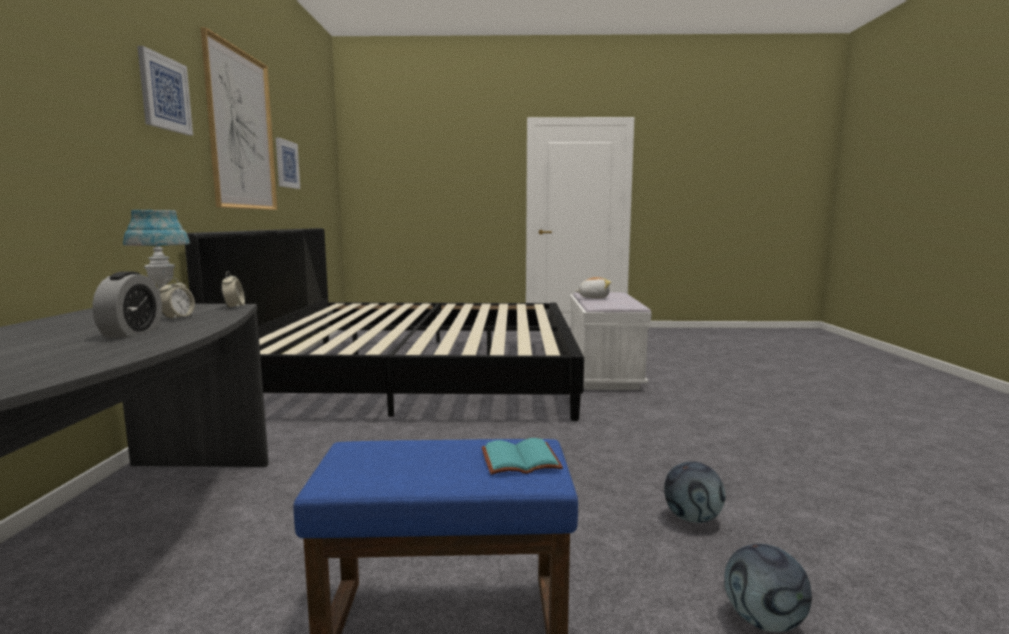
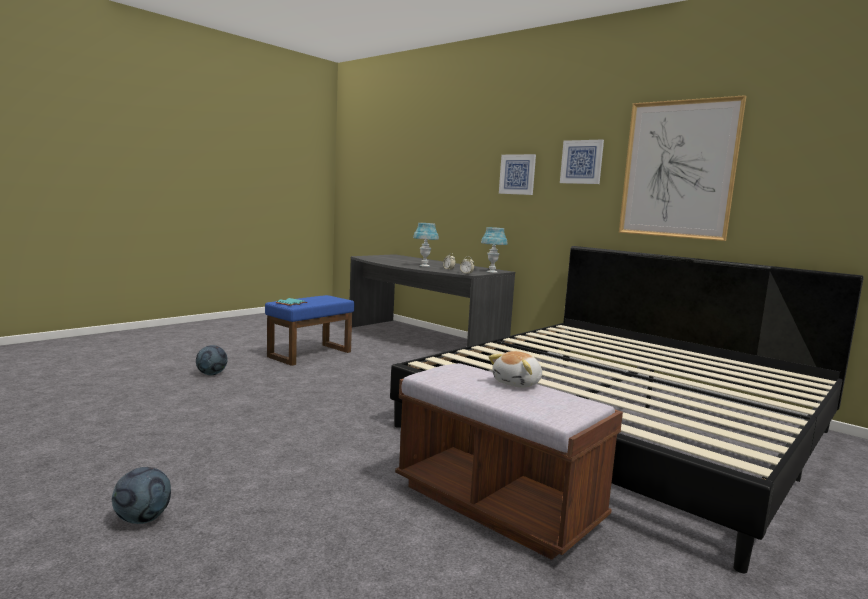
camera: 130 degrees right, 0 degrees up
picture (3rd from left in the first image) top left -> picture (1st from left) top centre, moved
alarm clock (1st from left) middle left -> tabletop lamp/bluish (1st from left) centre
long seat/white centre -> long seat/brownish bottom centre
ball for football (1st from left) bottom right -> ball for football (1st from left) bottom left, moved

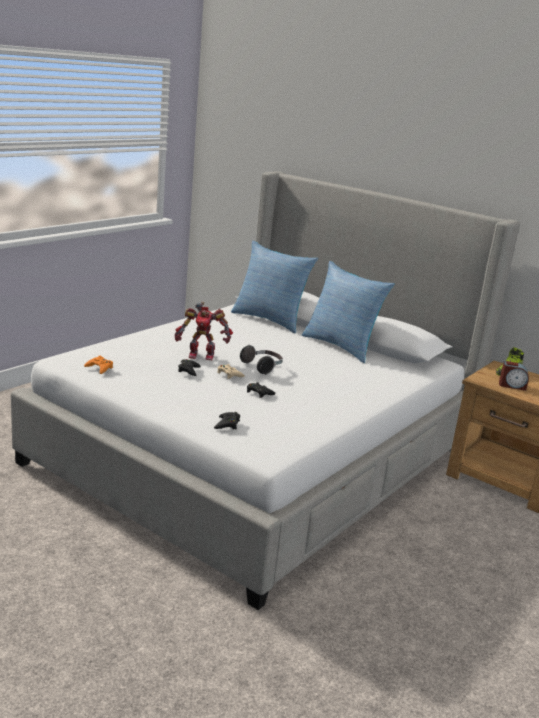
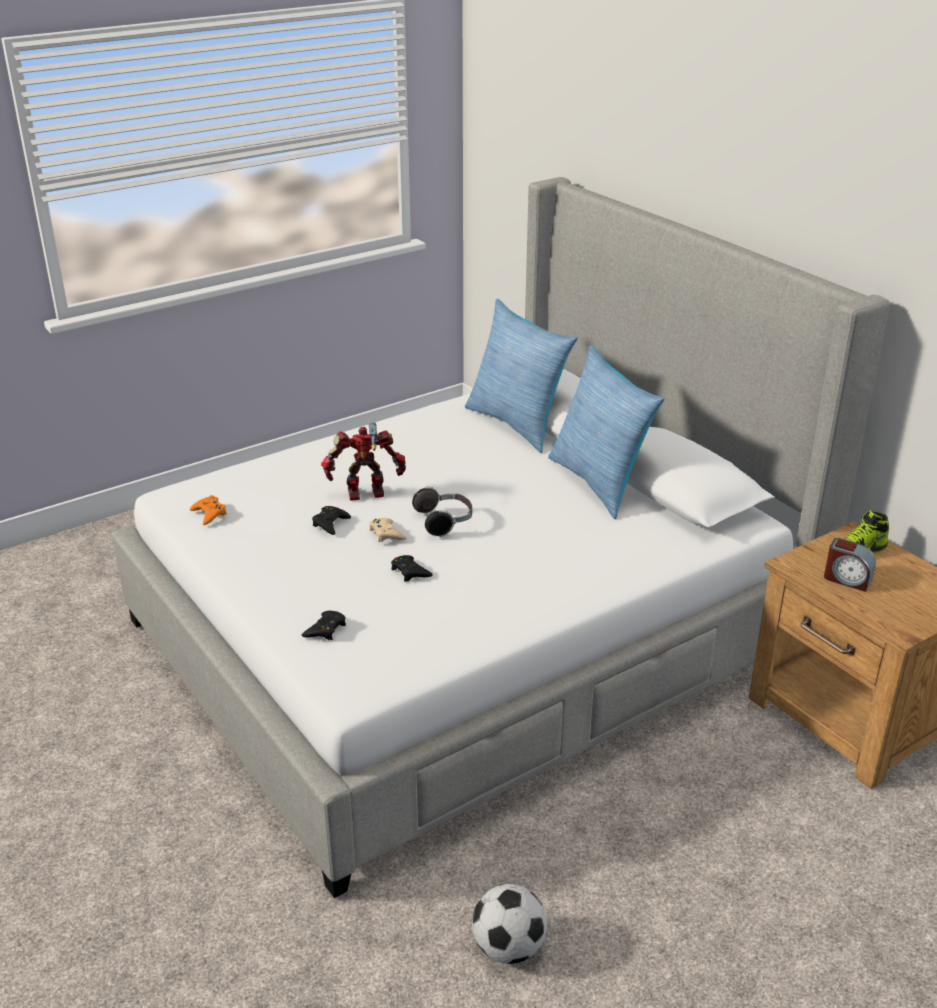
camera: 20 degrees right, 10 degrees up
toy robot centre, 150 degrees clockwise
none -> ball for football bottom centre

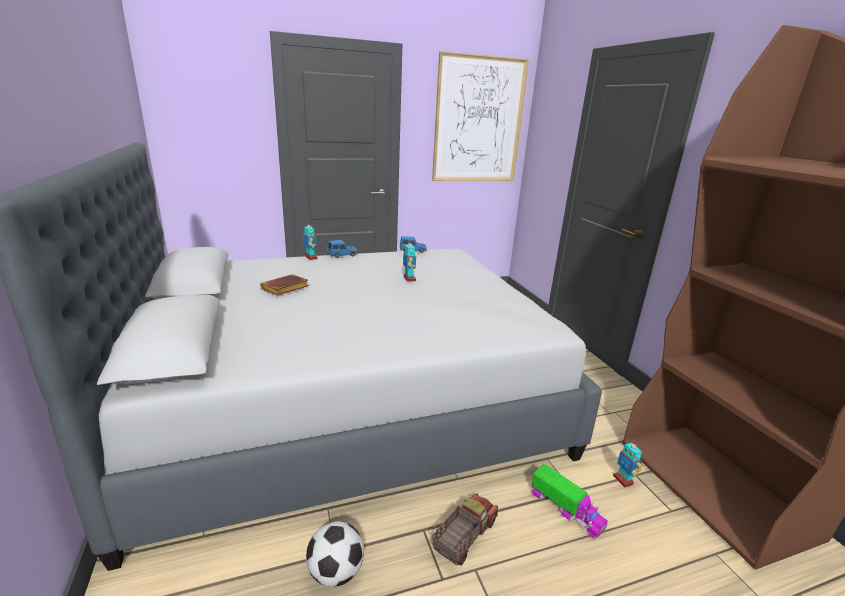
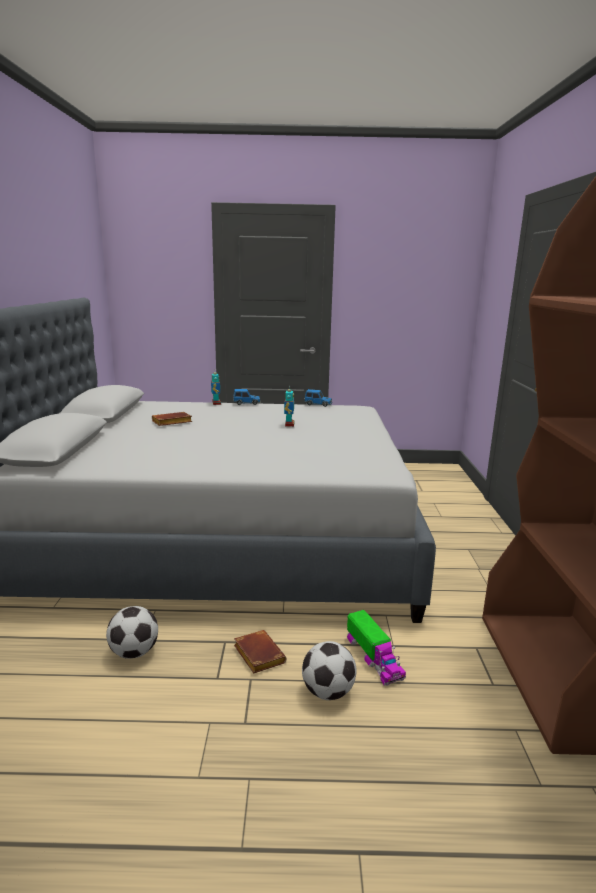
camera: 20 degrees right, 5 degrees down
picture top centre -> none
toy robot (3rd from left) bottom right -> none
toy lorry (1st from left) bottom centre -> bound book/brownish (2nd from left) bottom centre
none -> ball for football (2nd from left) bottom centre

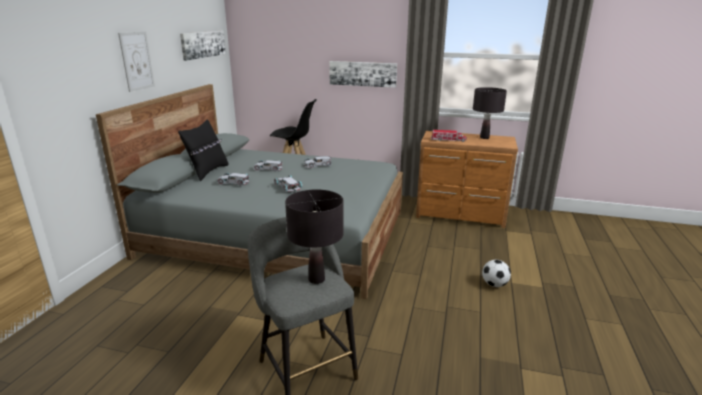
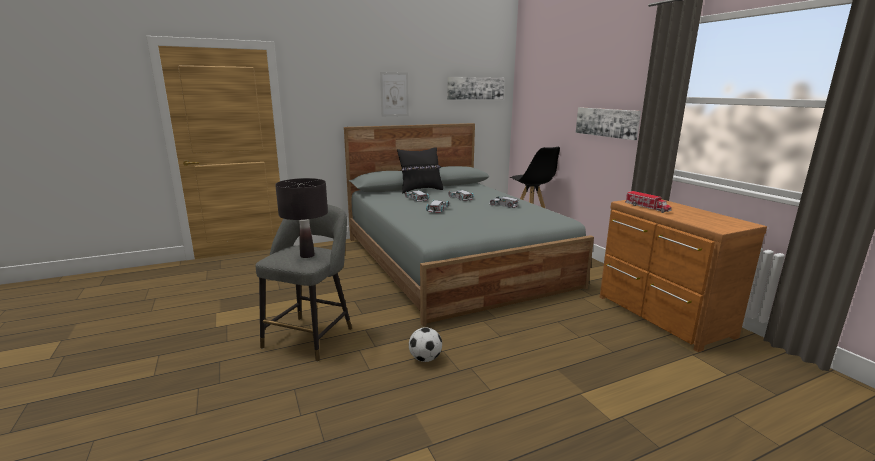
camera: 50 degrees right, 5 degrees down
tabletop lamp/black (2nd from left) top right -> none
ball for football bottom right -> ball for football bottom centre, moved

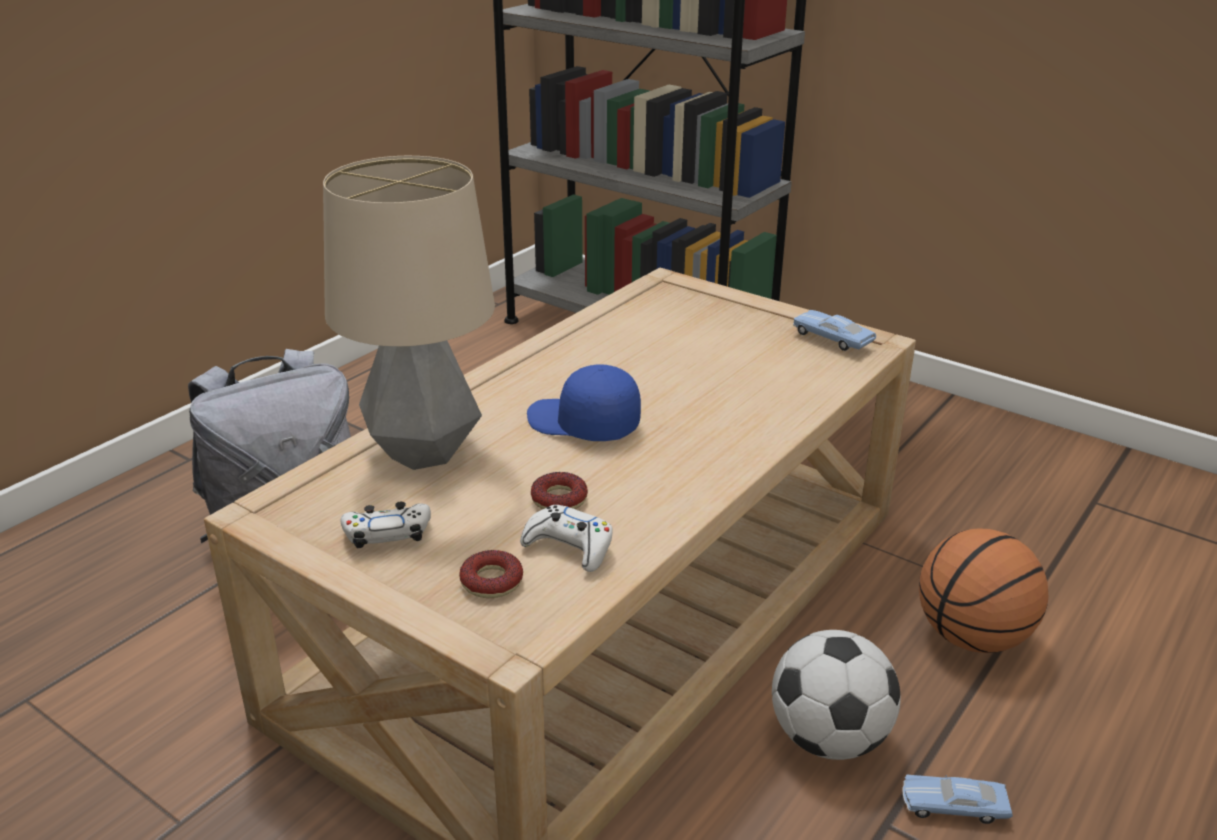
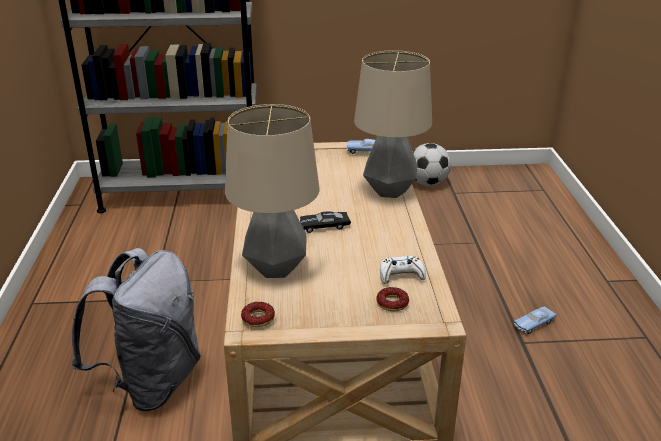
camera: 40 degrees left, 0 degrees up
baseball cap/bluish centre -> model car/black centre
doughnut (2nd from left in the first image) centre -> doughnut (1st from left) bottom centre, moved
gamepad/white (1st from left) middle left -> none
ball for basketball bottom right -> none
ball for football bottom right -> ball for football centre, moved
none -> tabletop lamp (2nd from left) top centre

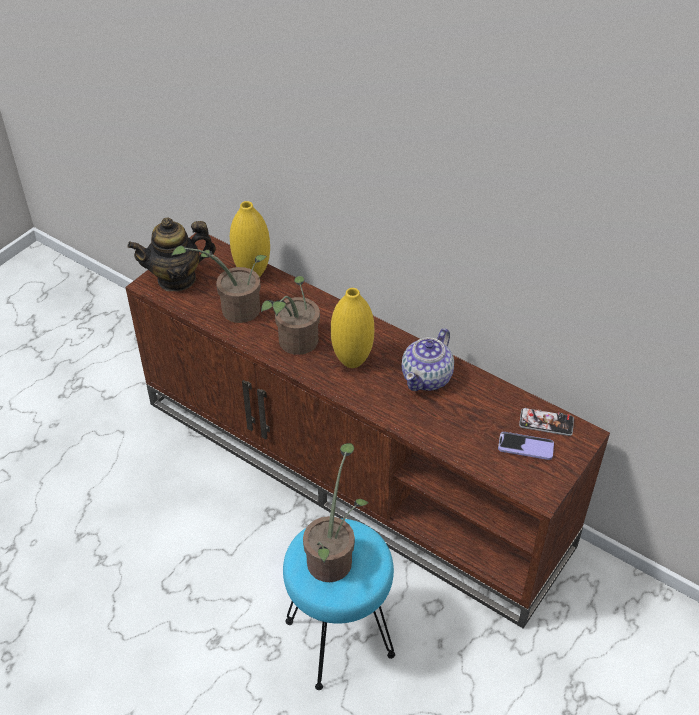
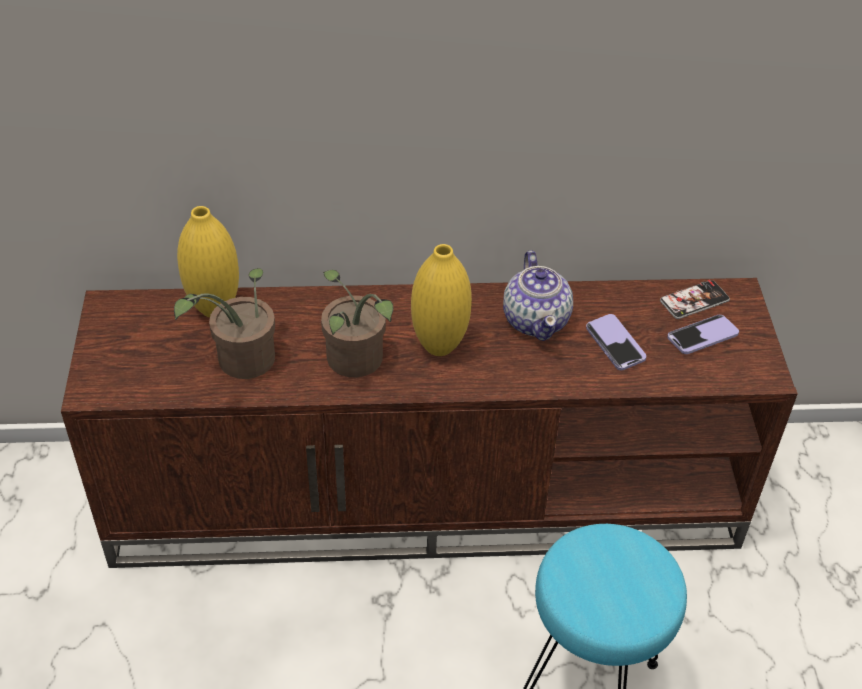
camera: 40 degrees left, 0 degrees up
tea pot (1st from left) middle left -> none
plant in a pot (3rd from left) bottom centre -> none
none -> telephone (1st from left) middle right

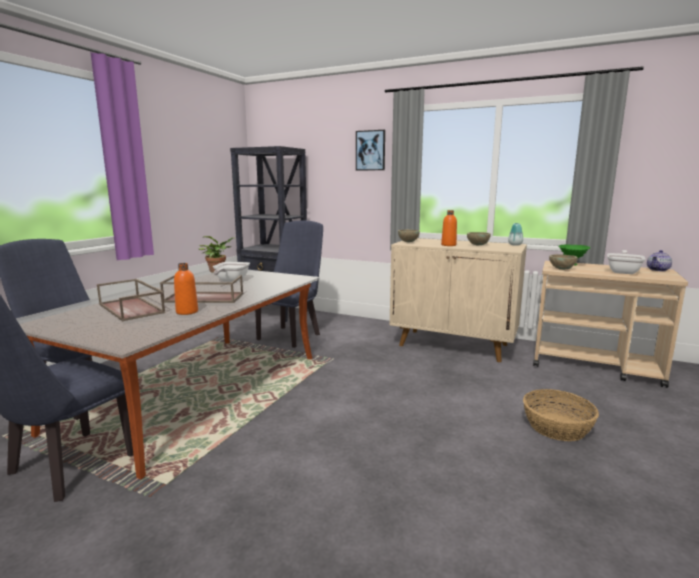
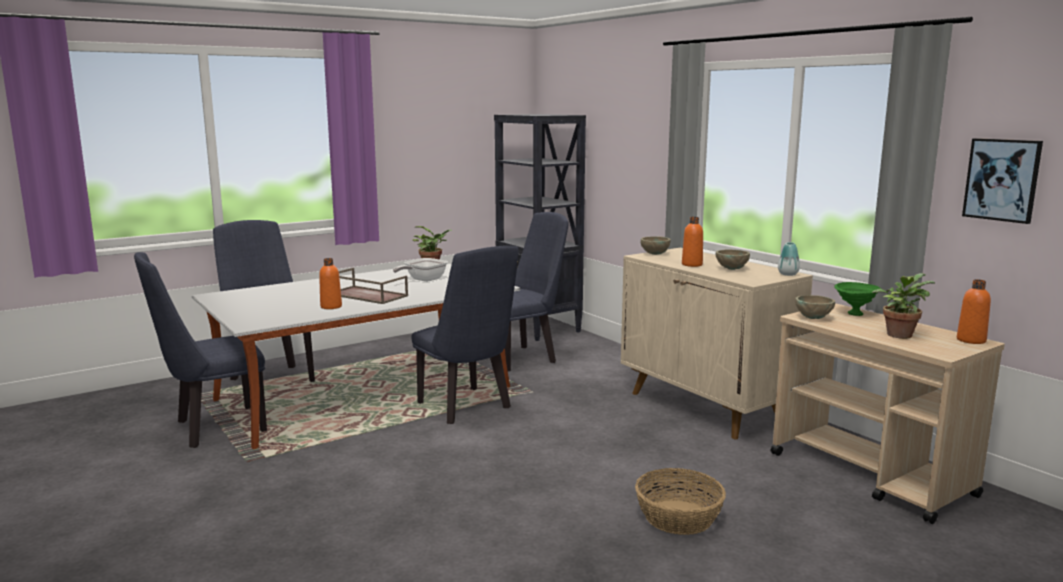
camera: 30 degrees right, 0 degrees up
picture top centre -> picture top right, moved
frying pan (2nd from left) middle right -> plant in a pot (2nd from left) middle right
tea pot middle right -> beverage bottle/orangey (3rd from left) middle right
carrying tray/brownish (1st from left) middle left -> none
none -> chair/bluish (3rd from left) centre

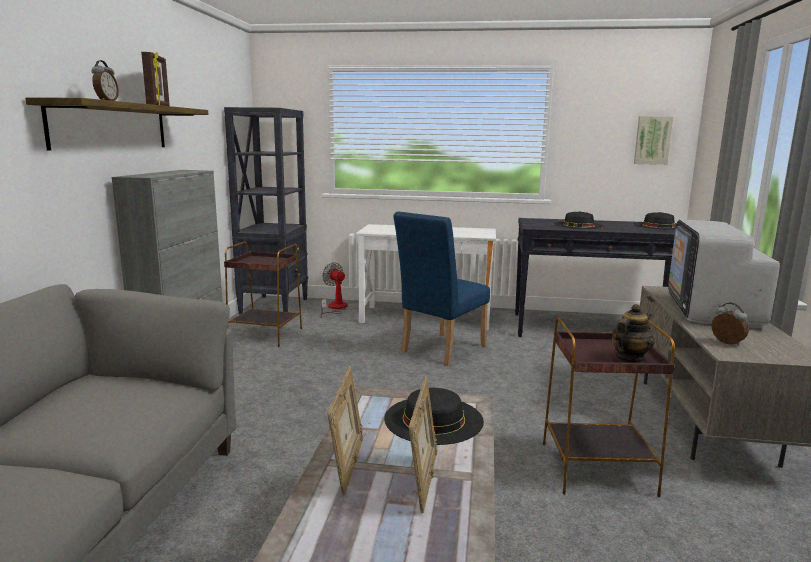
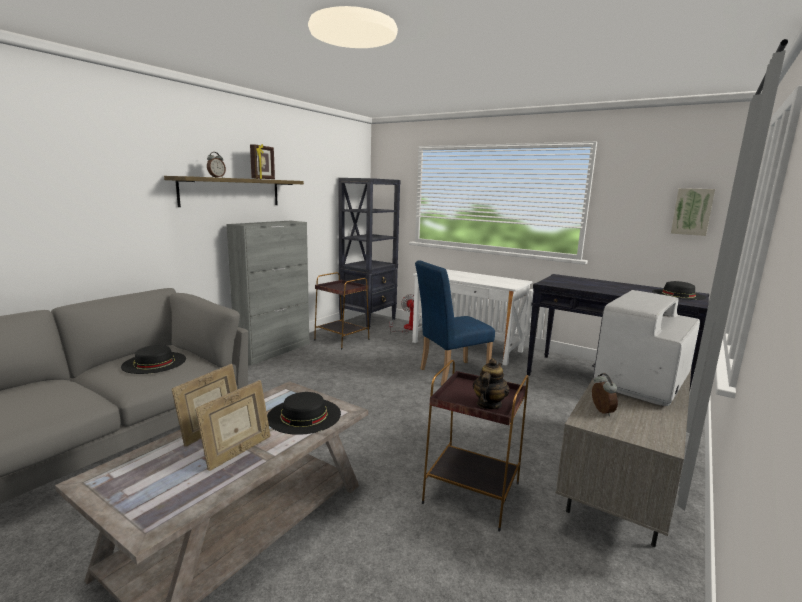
camera: 25 degrees right, 0 degrees up
hat/black (2nd from left in the first image) middle right -> hat/black (1st from left) middle left, moved
tea pot middle right -> tea pot centre, 45 degrees counterclockwise

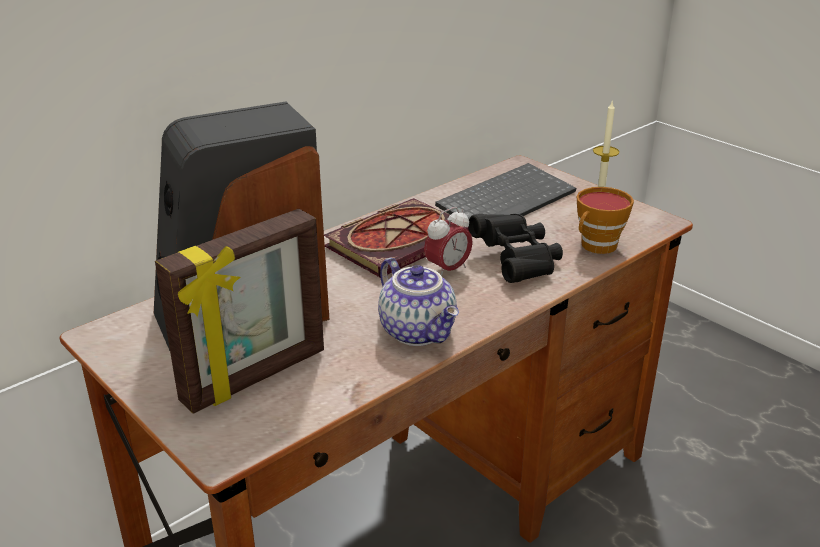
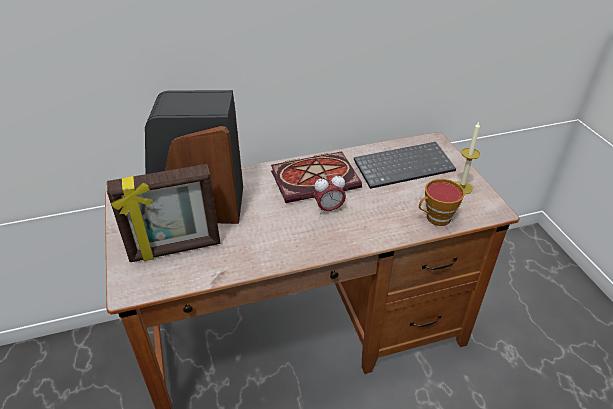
camera: 25 degrees right, 10 degrees up
field glasses/black centre -> none
tea pot centre -> none

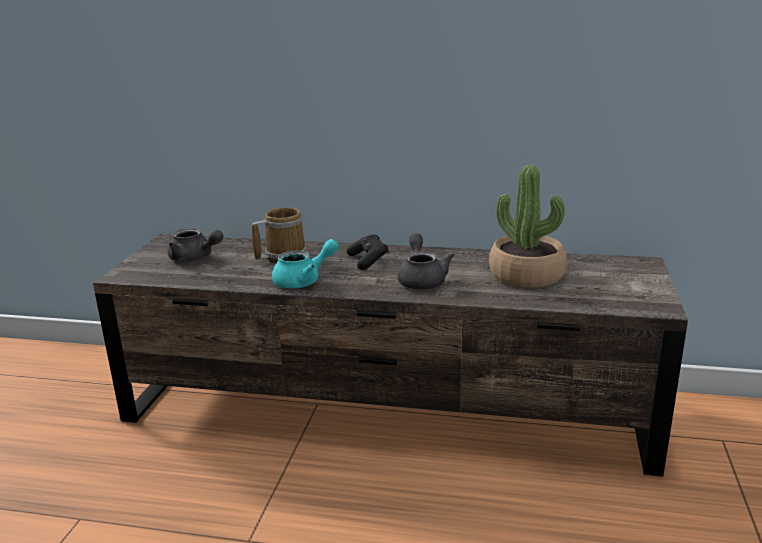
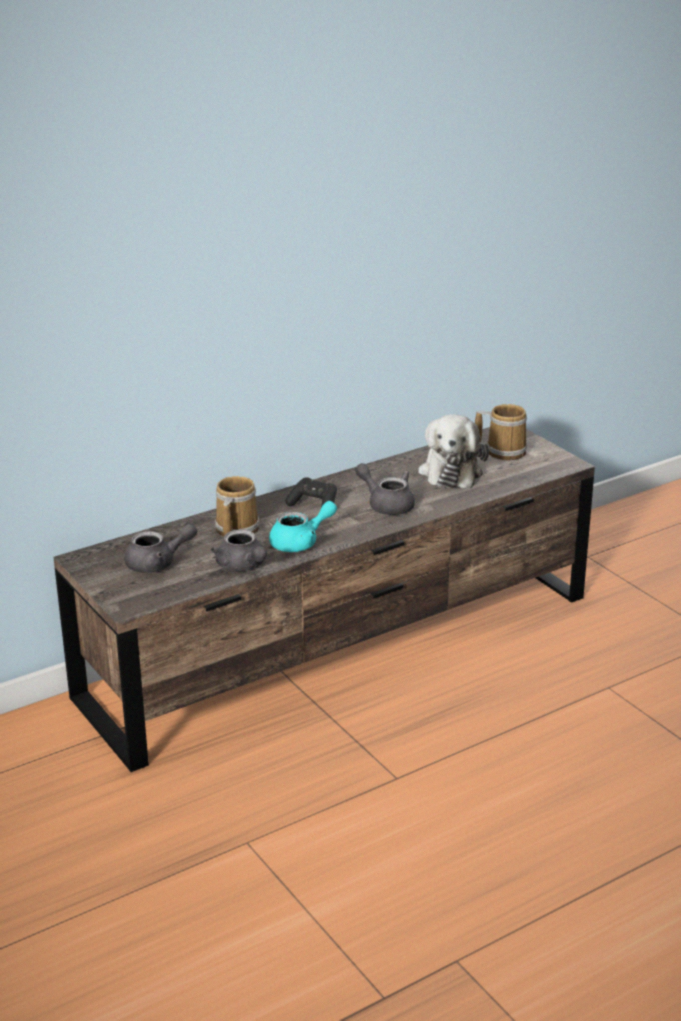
camera: 45 degrees left, 5 degrees up
plant in a pot middle right -> soft toy centre
tea pot/turquoise-coloured centre, 45 degrees clockwise
none -> tea mug (2nd from left) middle right
none -> tea pot/grey (2nd from left) centre

